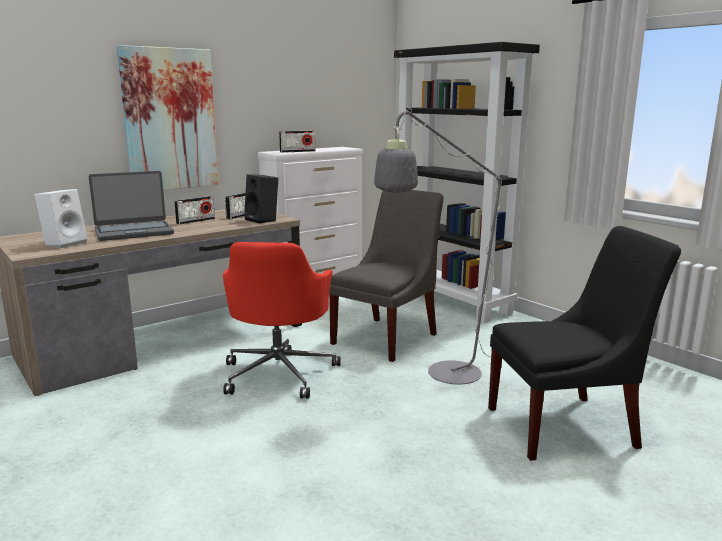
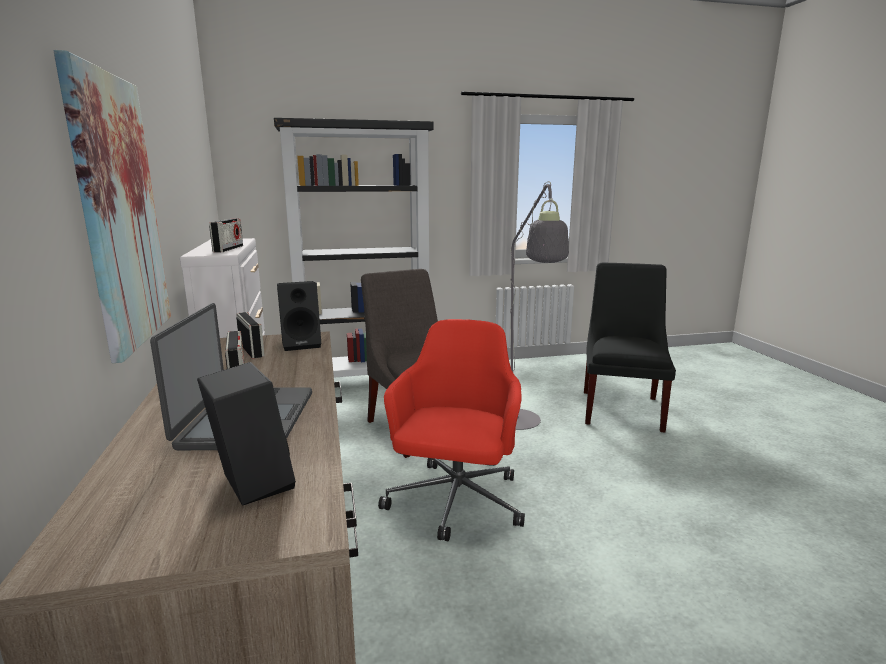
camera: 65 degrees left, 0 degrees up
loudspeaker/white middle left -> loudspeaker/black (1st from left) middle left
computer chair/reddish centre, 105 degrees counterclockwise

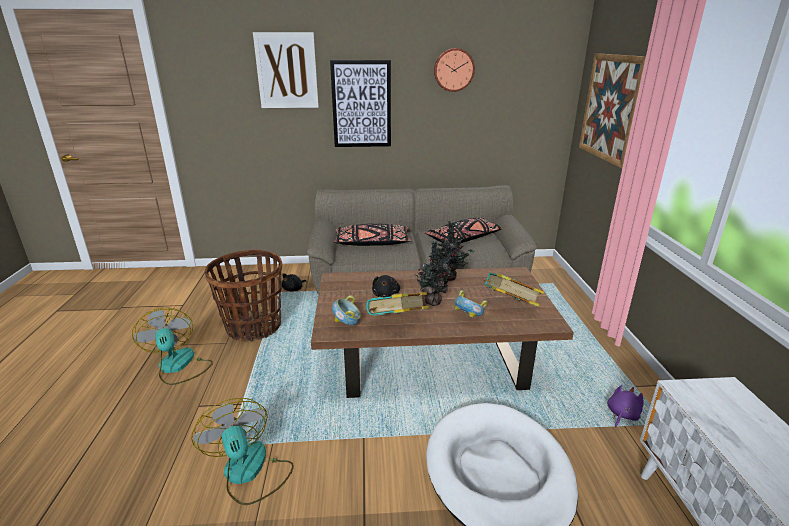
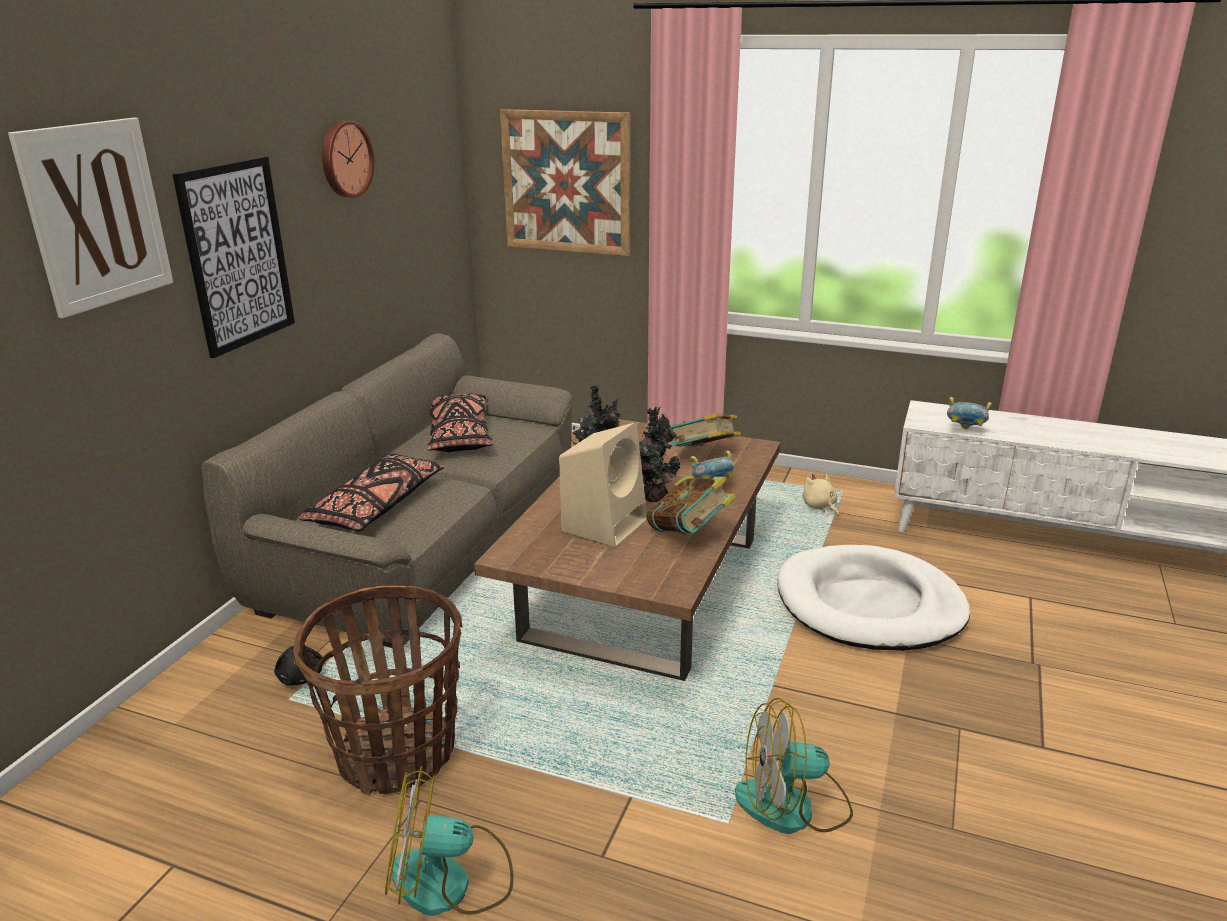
camera: 65 degrees left, 0 degrees up
soft toy/black (2nd from left) centre -> loudspeaker/beige-coloured centre
bowl (1st from left in the first image) centre -> bowl (2nd from left) middle right, moved
soft toy/purple bottom right -> soft toy/beige-coloured middle right

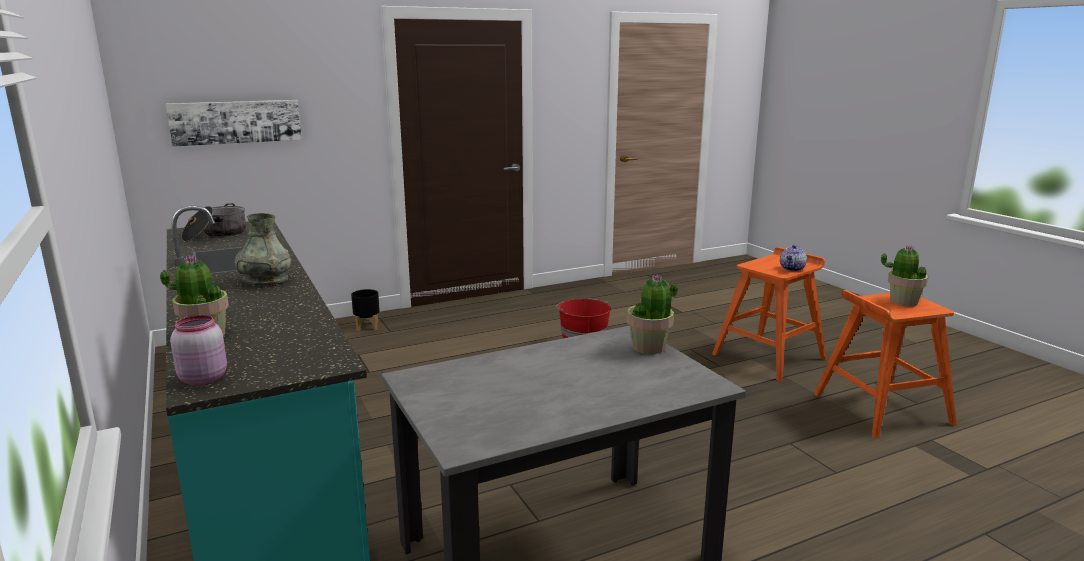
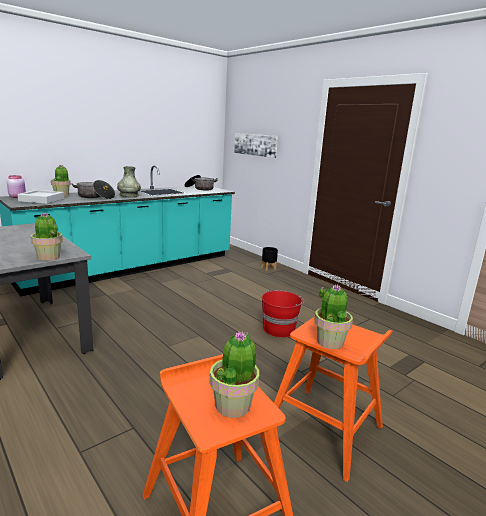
camera: 75 degrees right, 0 degrees up
tea pot middle right -> plant in a pot (4th from left) middle right
none -> stockpot (1st from left) middle left
none -> carrying tray/grey middle left

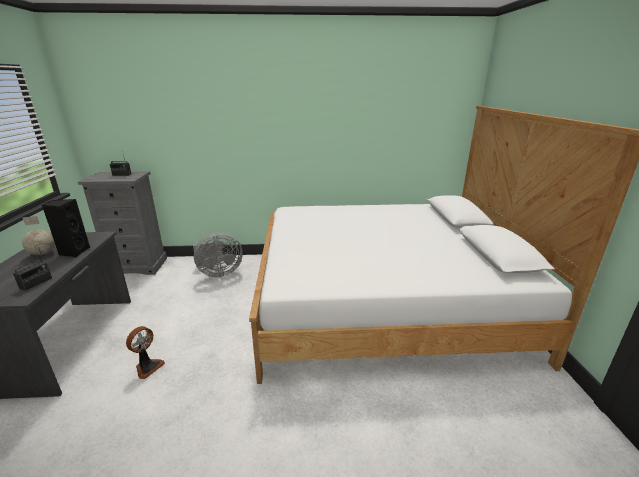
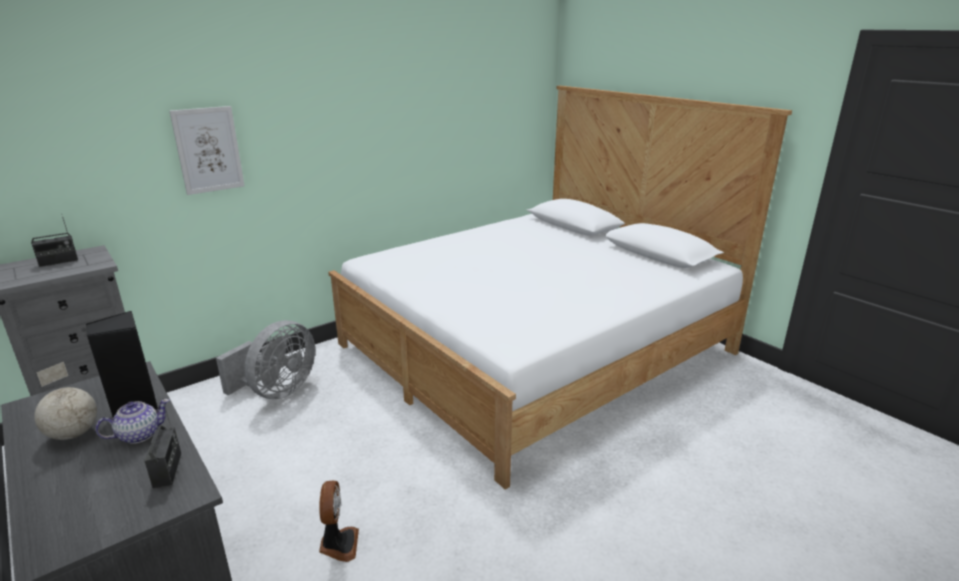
camera: 35 degrees left, 0 degrees up
none -> picture top left
none -> tea pot bottom left

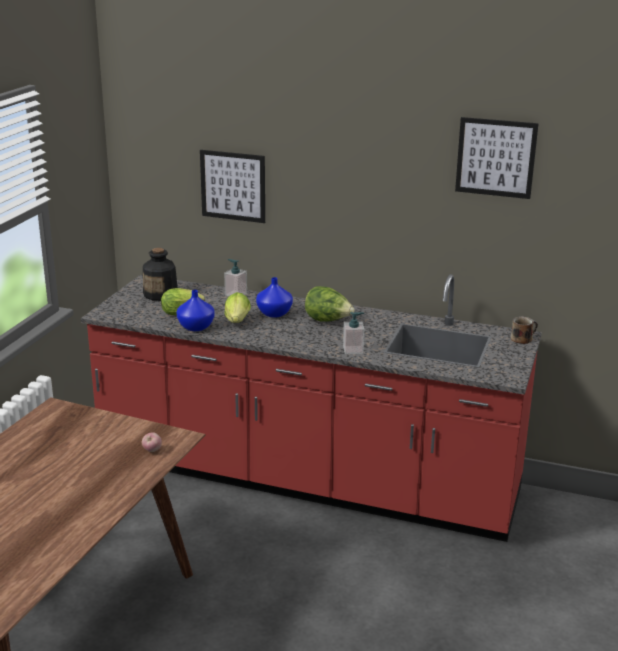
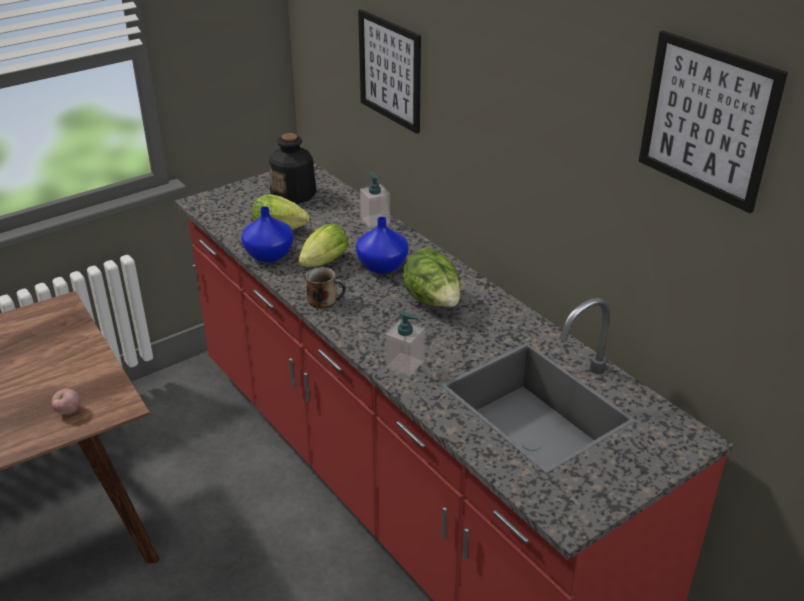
camera: 35 degrees right, 10 degrees up
tea mug middle right -> tea mug centre, moved

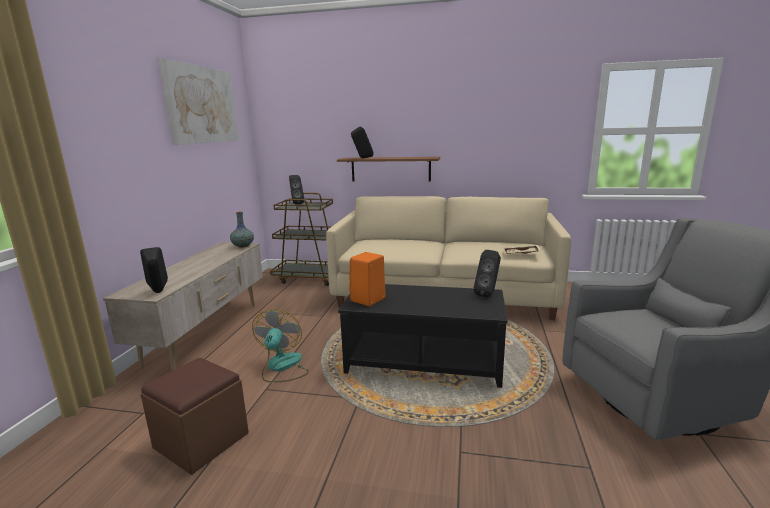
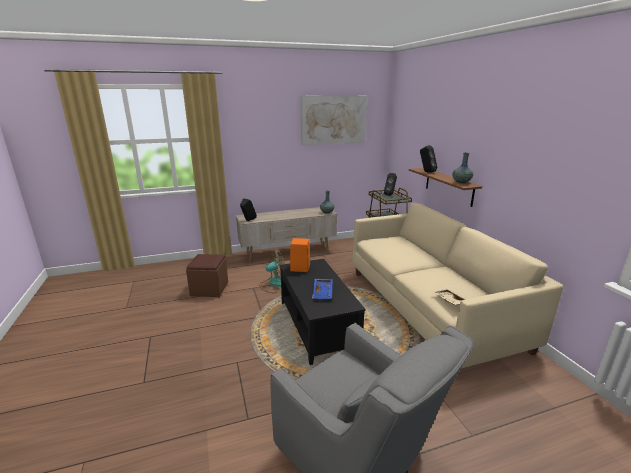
camera: 60 degrees right, 5 degrees up
loudspeaker/black (4th from left) centre -> none
none -> vase (2nd from left) middle right
none -> carrying tray/bluish centre

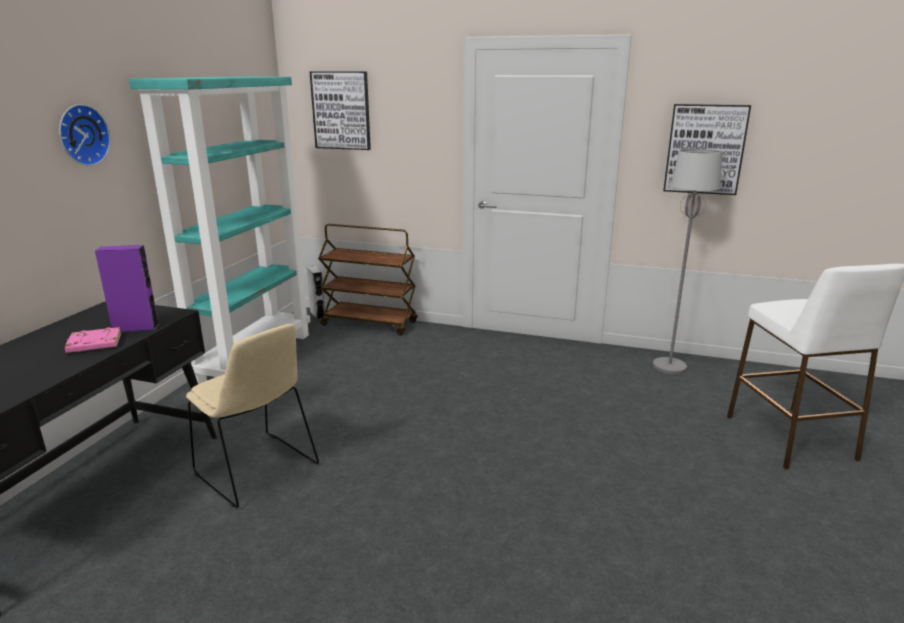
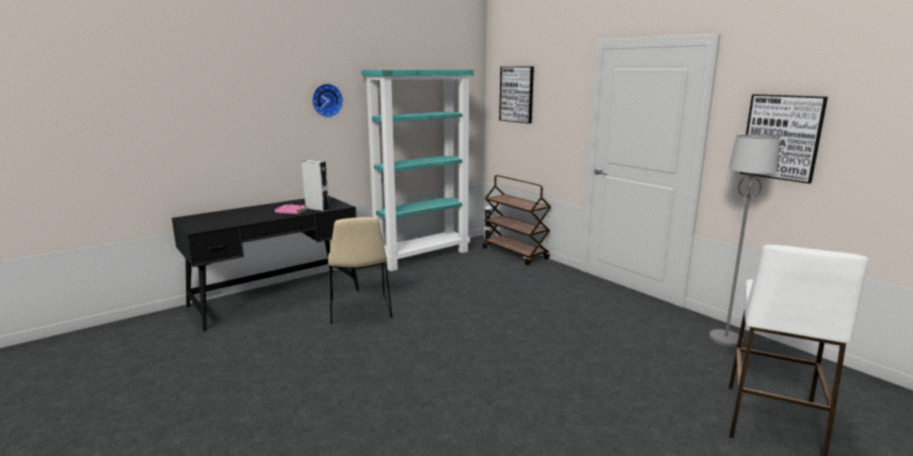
camera: 35 degrees right, 5 degrees down
loudspeaker/purple middle left -> loudspeaker/grey (1st from left) centre

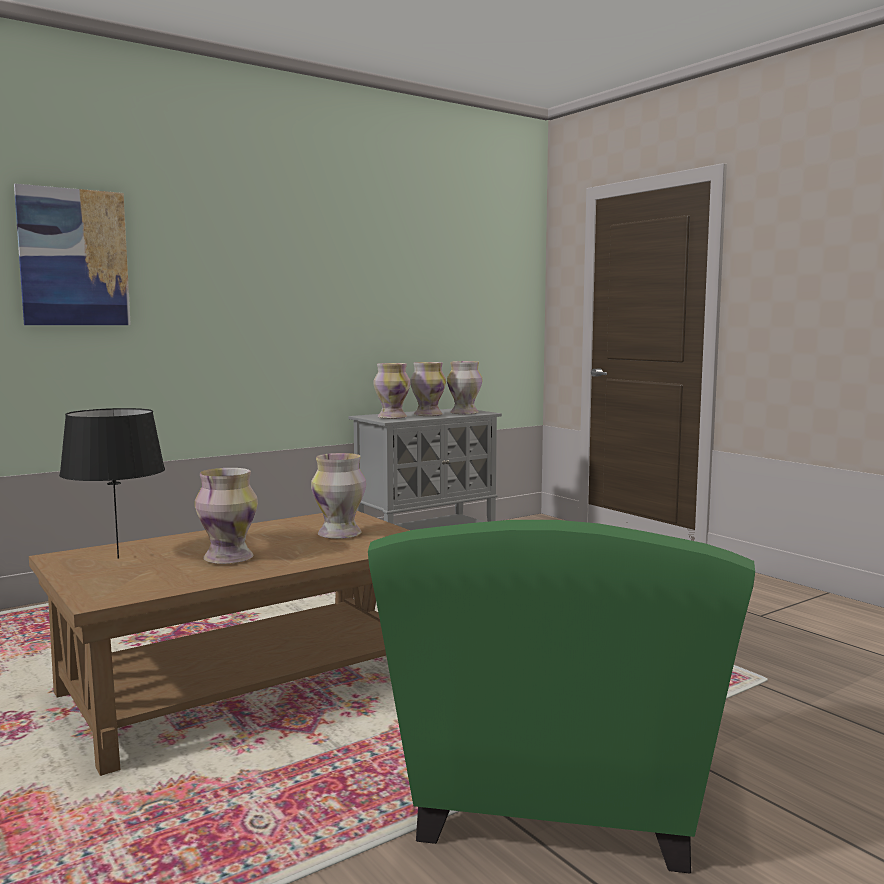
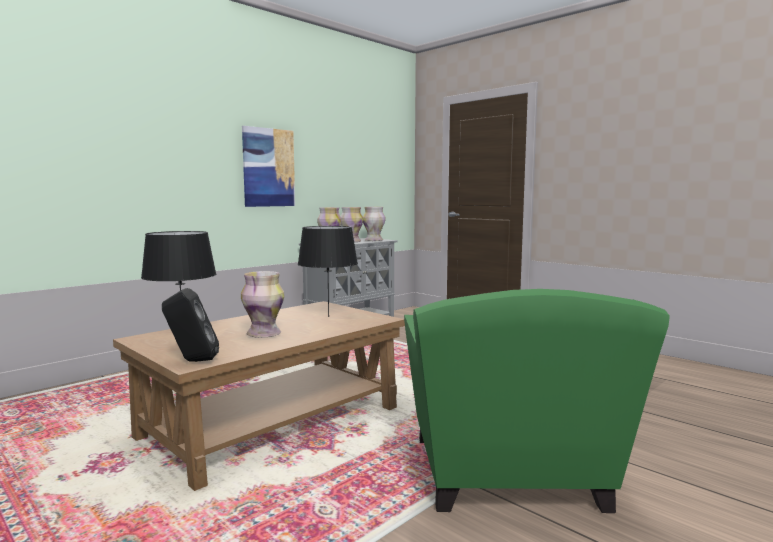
camera: 10 degrees left, 0 degrees up
picture top left -> picture top centre, moved
vase (2nd from left) centre -> tabletop lamp/black (2nd from left) centre
none -> loudspeaker/black middle left

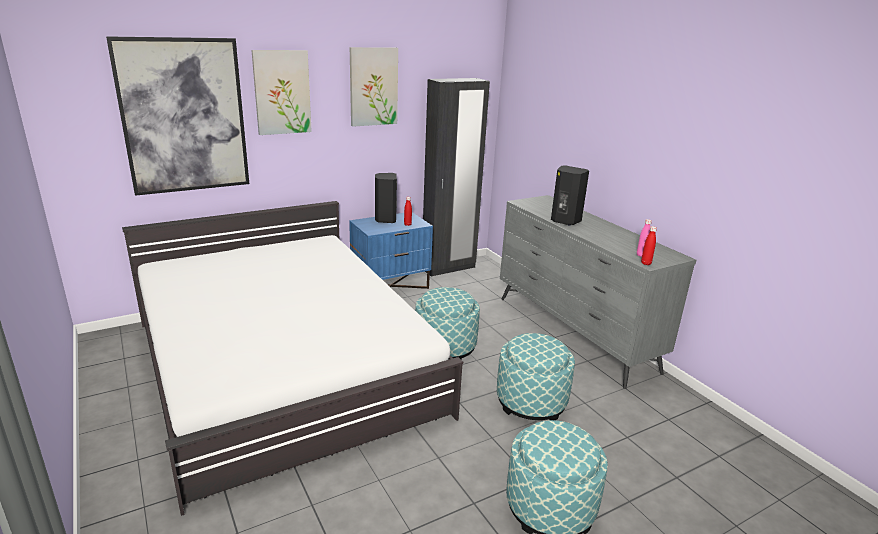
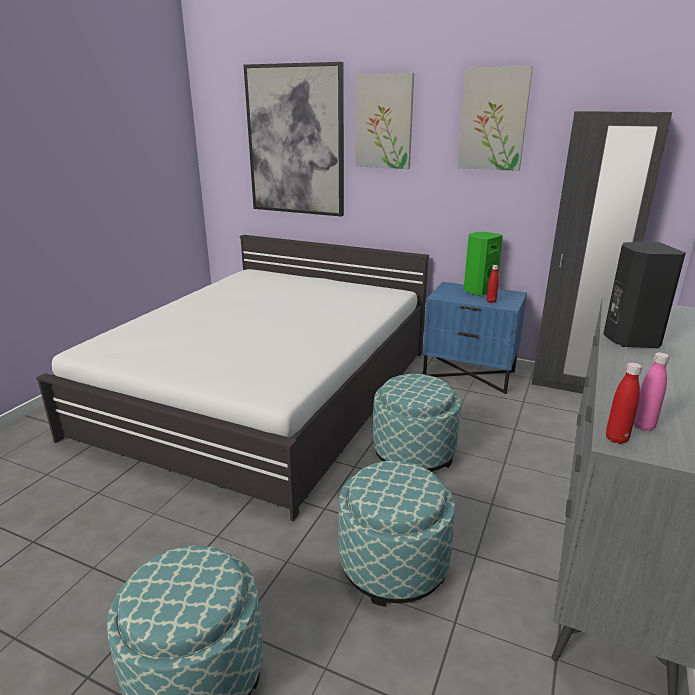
camera: 55 degrees right, 0 degrees up
loudspeaker/black (1st from left) centre -> loudspeaker/green middle right

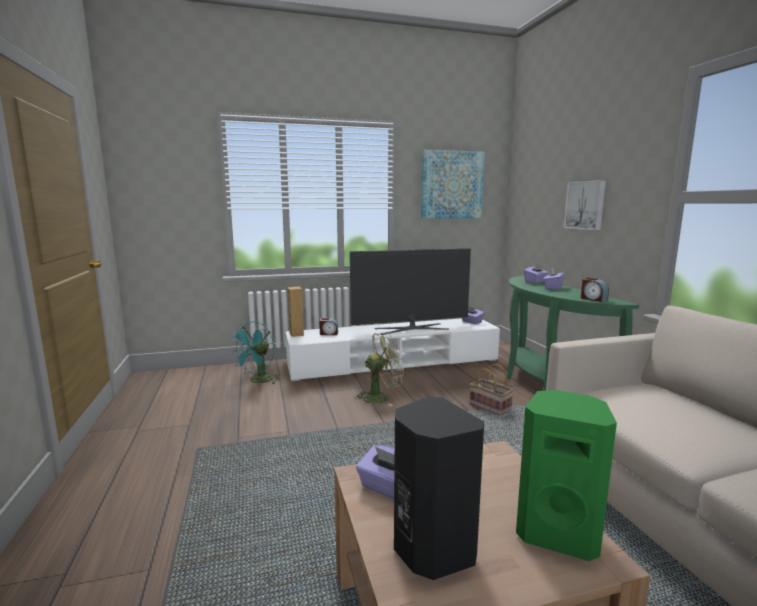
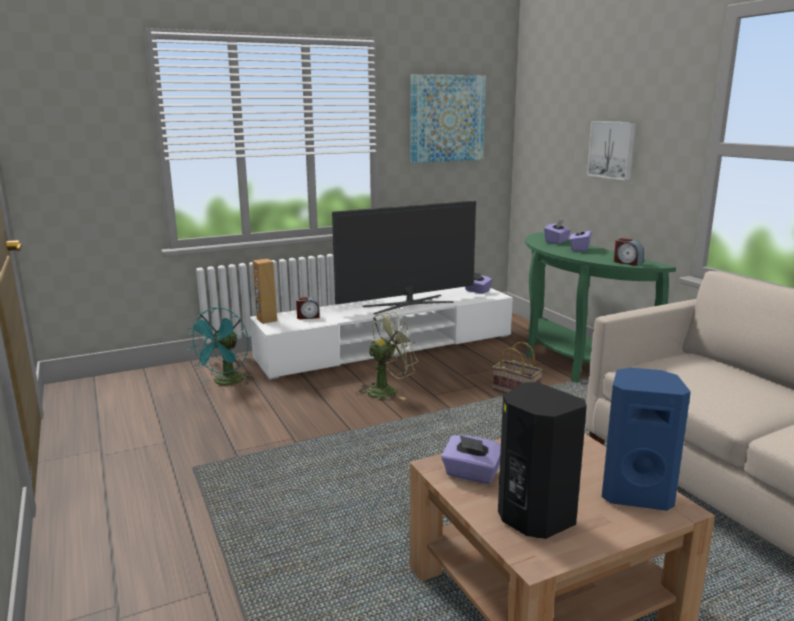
camera: 10 degrees left, 5 degrees up
loudspeaker/green bottom right -> loudspeaker/bluish bottom right

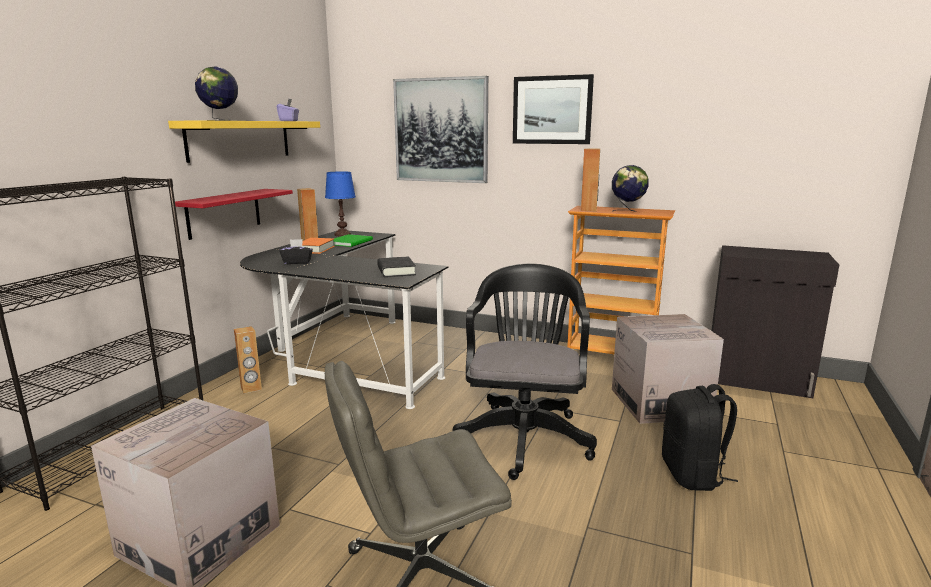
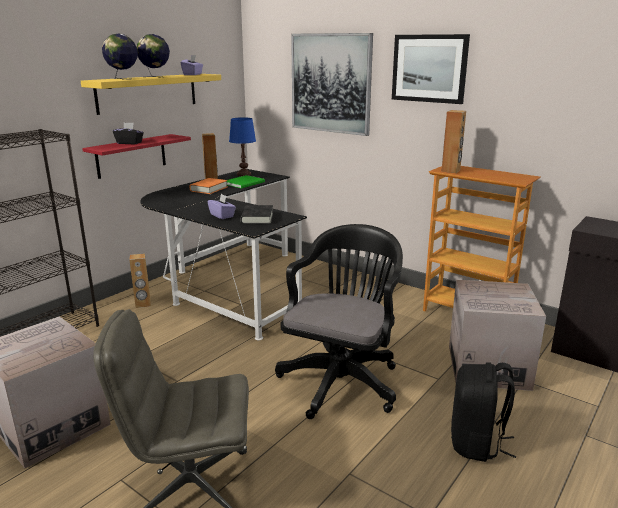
camera: 15 degrees right, 5 degrees up
desk globe (2nd from left) top right -> desk globe (2nd from left) top left, moved
box of tissues/black middle left -> box of tissues/black top left, moved
none -> box of tissues/purple (2nd from left) centre

